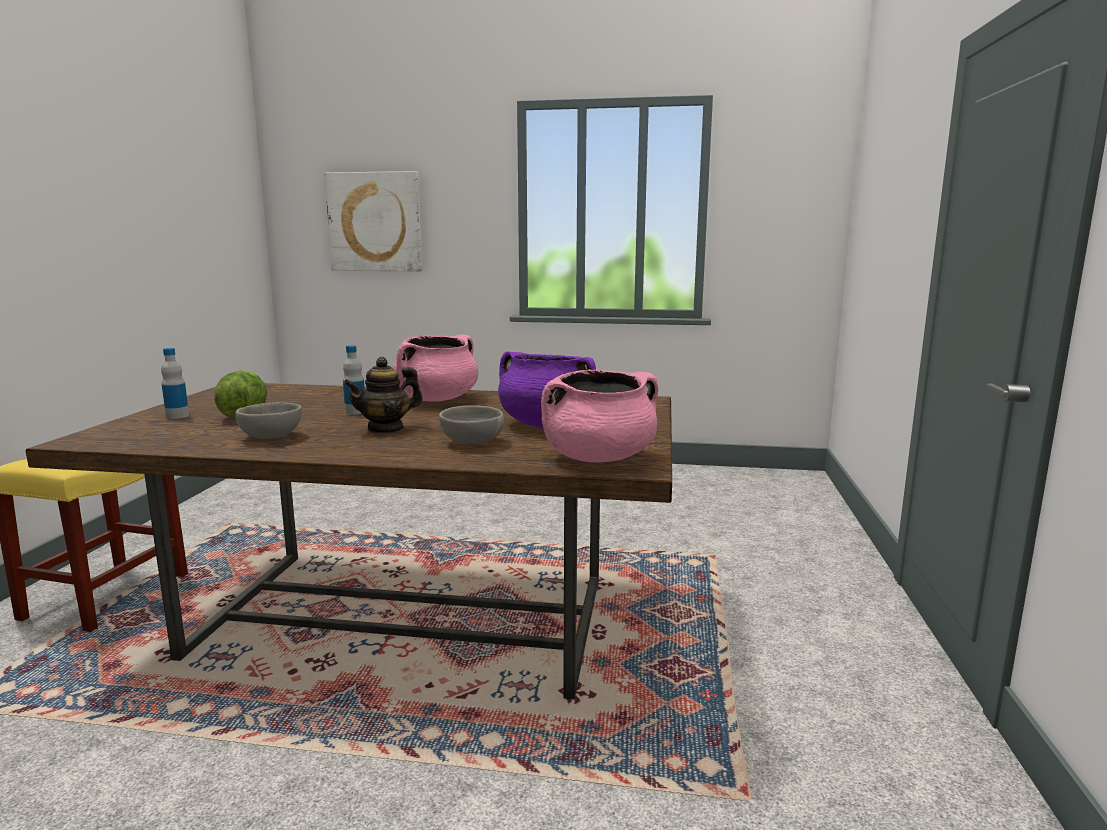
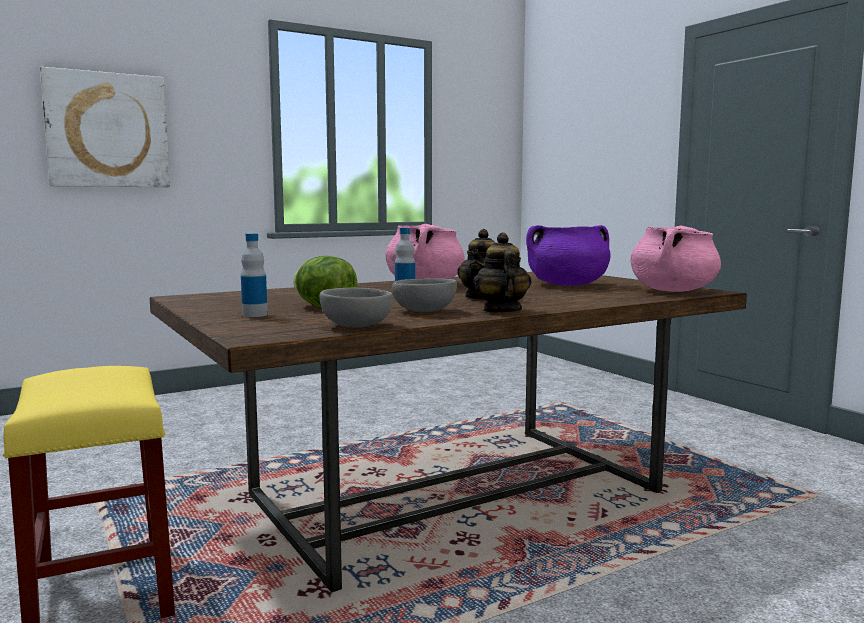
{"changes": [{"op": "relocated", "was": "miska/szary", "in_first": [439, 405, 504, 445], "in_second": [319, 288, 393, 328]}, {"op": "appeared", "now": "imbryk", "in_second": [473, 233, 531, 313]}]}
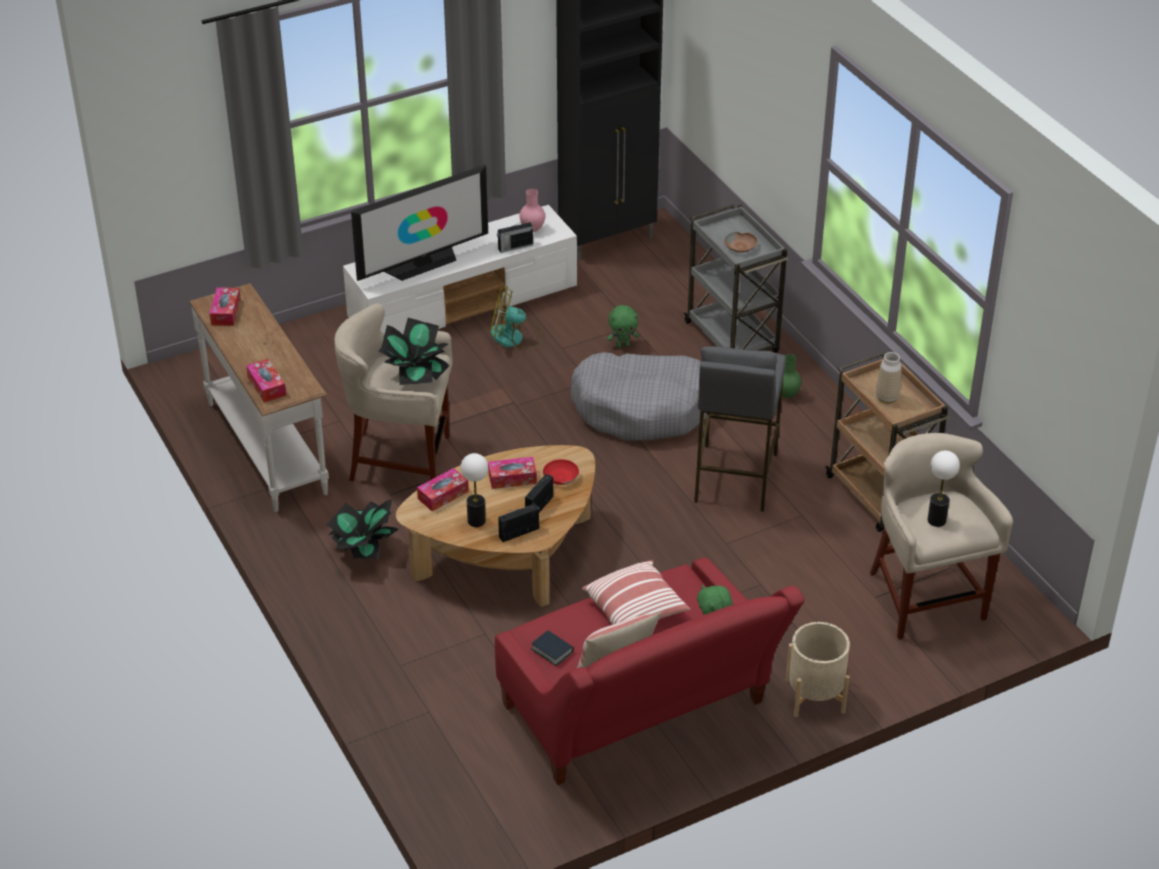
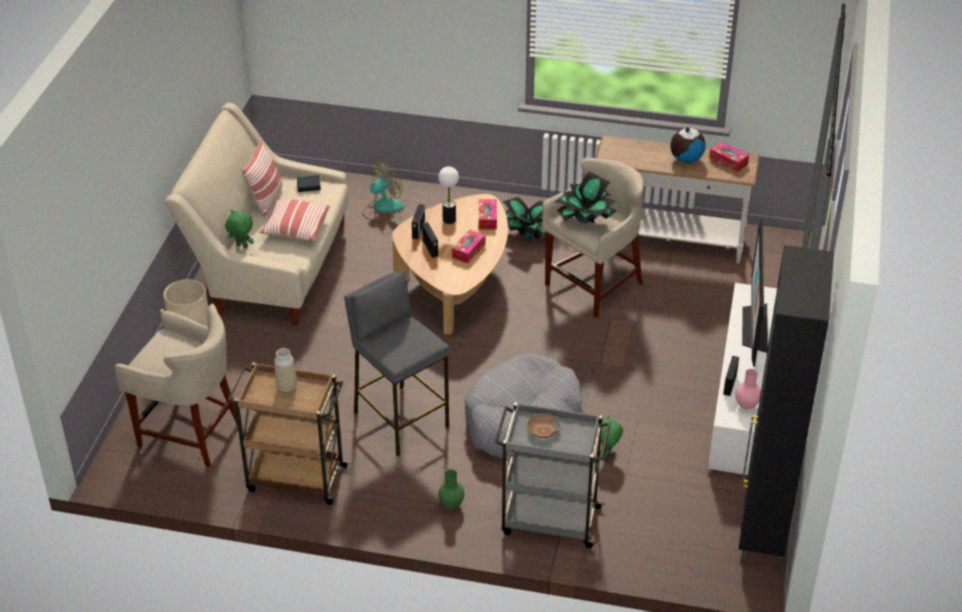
{"changes": [{"op": "colour", "was": "kanapa/czerwony", "now": "kanapa/beżowy", "in_first": [495, 557, 805, 785], "in_second": [164, 103, 349, 325]}, {"op": "relocated", "was": "wentylator", "in_first": [490, 286, 542, 349], "in_second": [362, 162, 405, 224]}, {"op": "appeared", "now": "globus", "in_second": [670, 127, 706, 163]}, {"op": "missing", "was": "pudełko chusteczek", "in_first": [246, 359, 286, 403]}, {"op": "missing", "was": "miska/czerwony", "in_first": [543, 459, 579, 485]}, {"op": "missing", "was": "lampa stołowa", "in_first": [927, 451, 960, 527]}]}
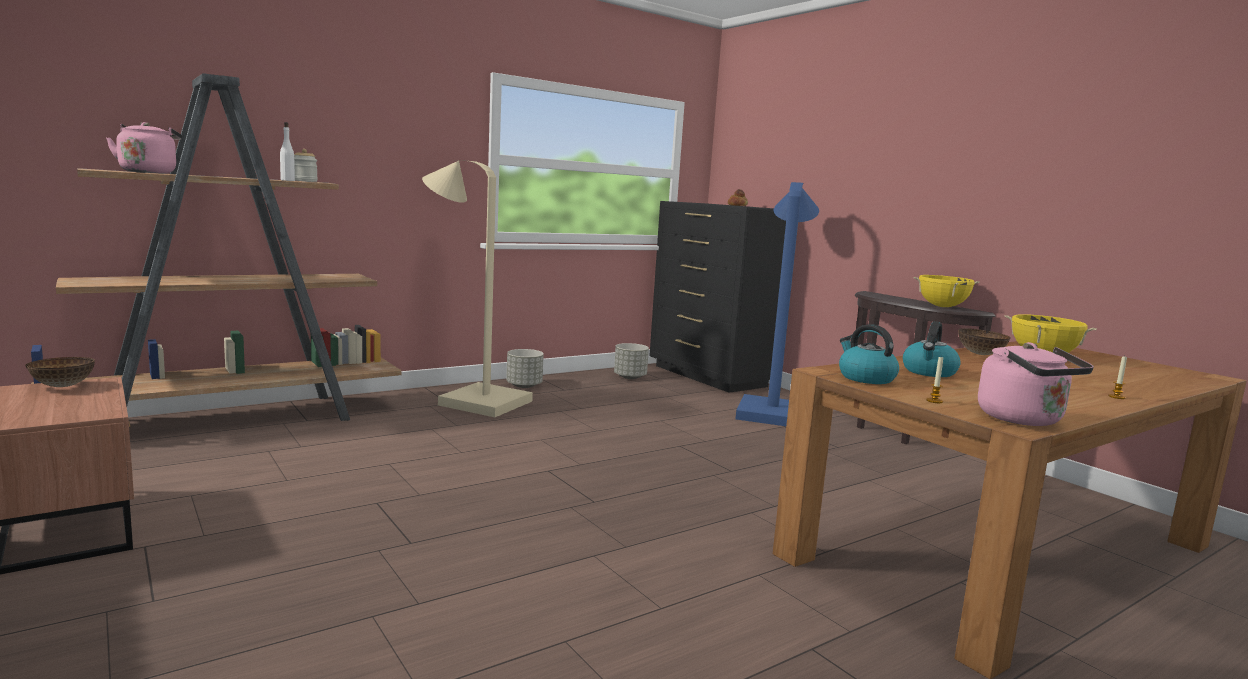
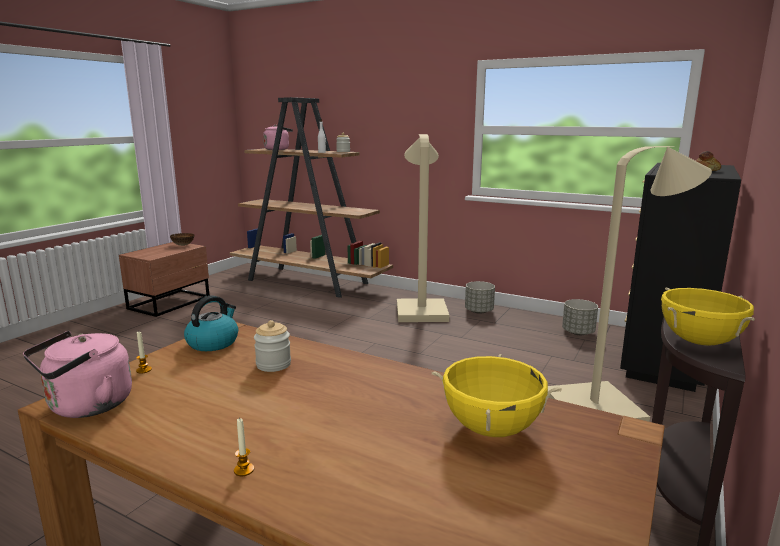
{"changes": [{"op": "exchanged", "was": "czajnik", "now": "słoik", "in_first": [903, 321, 961, 377], "in_second": [254, 320, 291, 372]}, {"op": "colour", "was": "lampa stojąca/niebieski", "now": "lampa stojąca/beżowy", "in_first": [736, 182, 819, 426], "in_second": [548, 146, 712, 422]}, {"op": "missing", "was": "miska", "in_first": [958, 328, 1011, 355]}]}
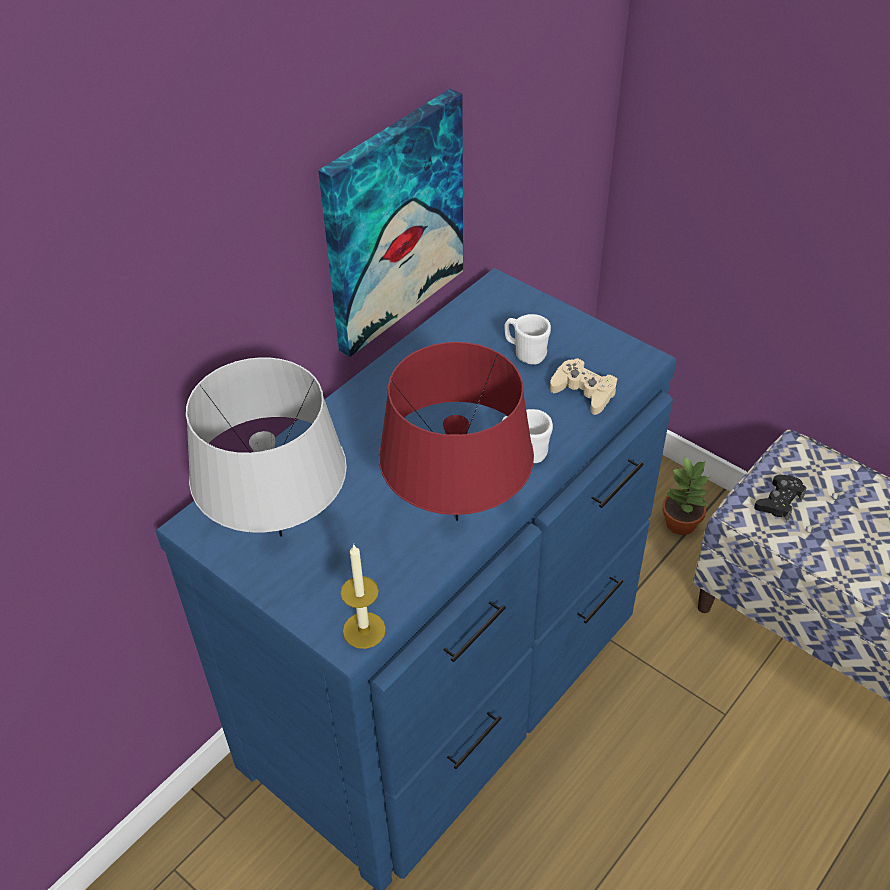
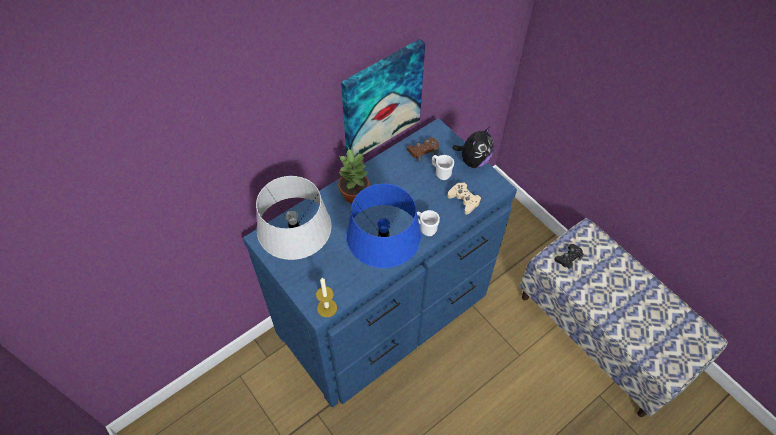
{"changes": [{"op": "relocated", "was": "roślina doniczkowa", "in_first": [662, 456, 709, 535], "in_second": [338, 148, 369, 203]}, {"op": "colour", "was": "lampa stołowa/czerwony", "now": "lampa stołowa/niebieski", "in_first": [379, 342, 534, 521], "in_second": [346, 184, 421, 268]}, {"op": "appeared", "now": "pad do gier/brązowy", "in_second": [407, 137, 439, 162]}, {"op": "appeared", "now": "pluszak", "in_second": [453, 126, 494, 168]}]}
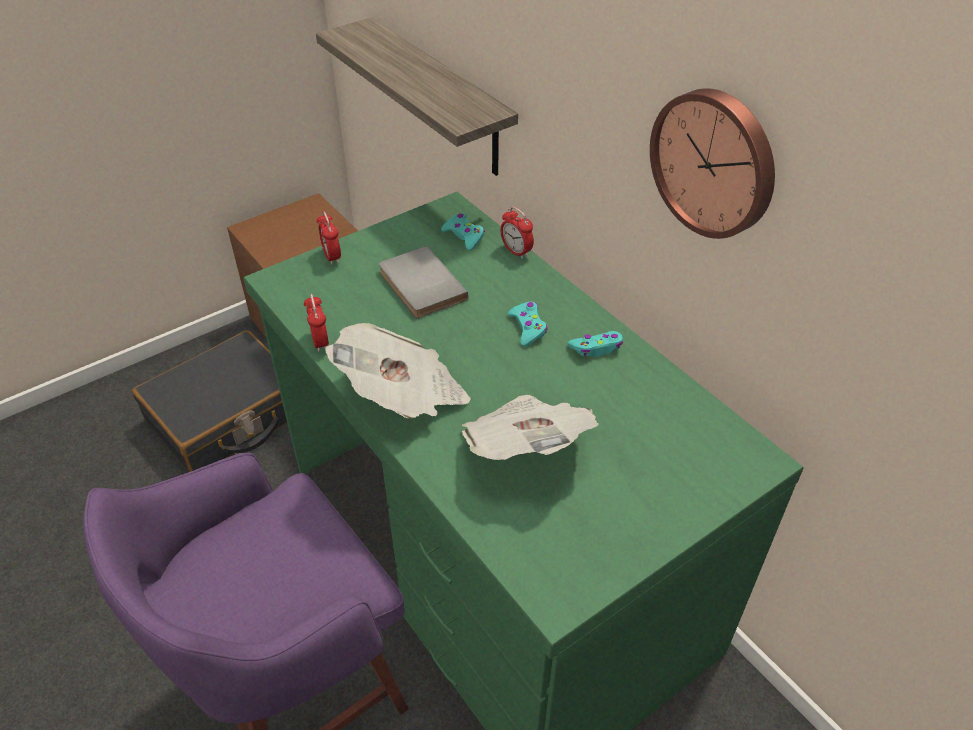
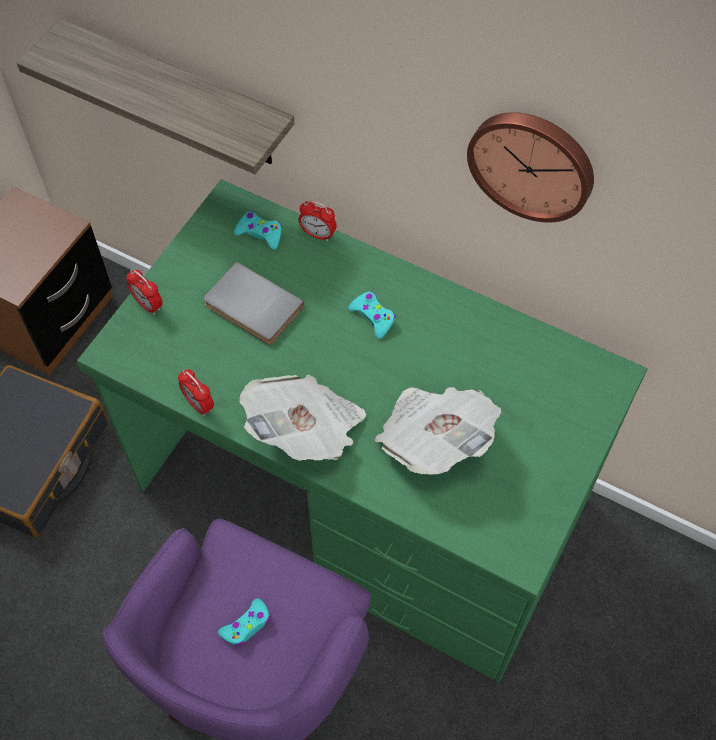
{"changes": [{"op": "relocated", "was": "pad do gier/turkusowy", "in_first": [567, 331, 623, 357], "in_second": [218, 598, 270, 646]}]}
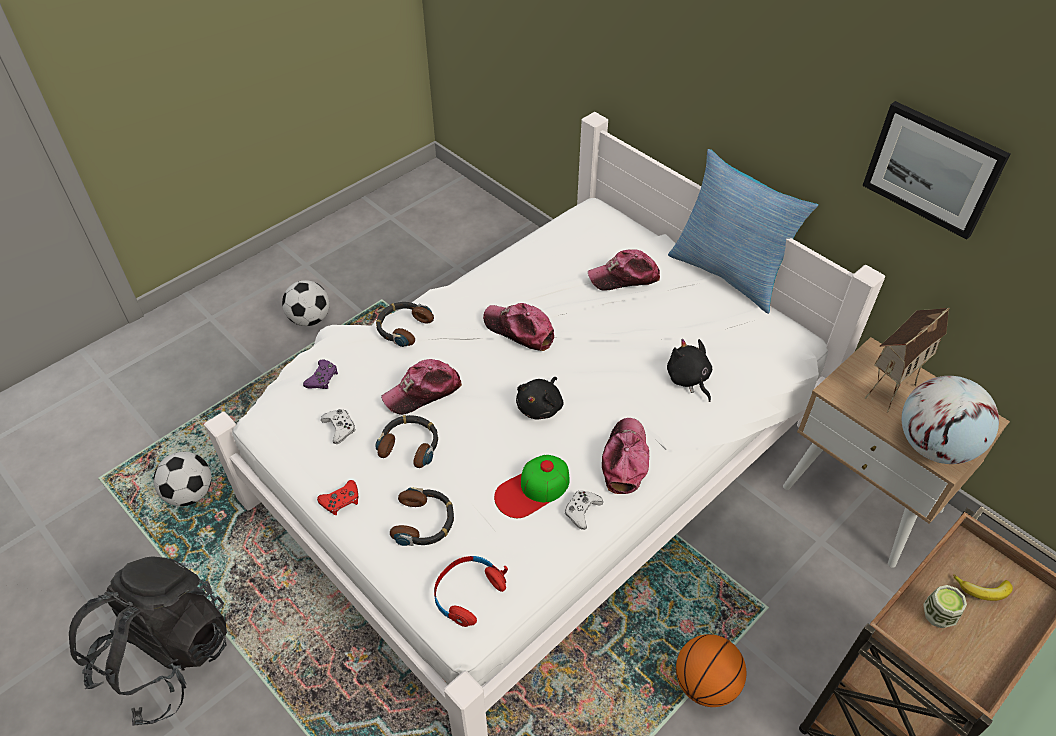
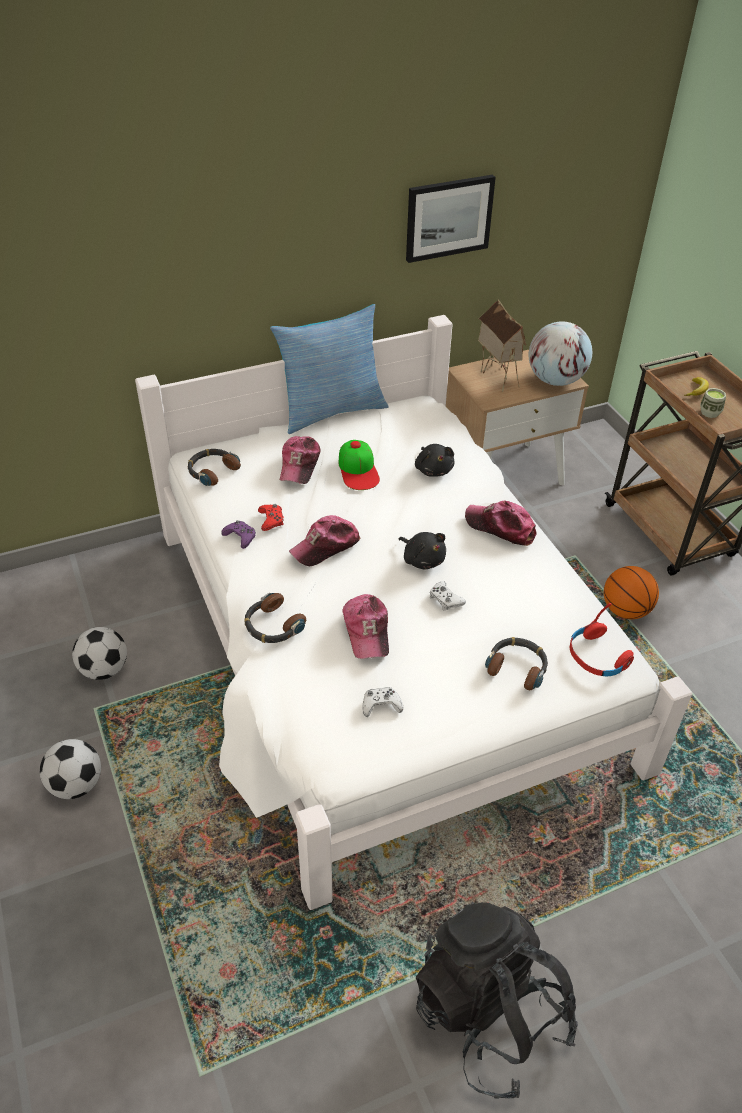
{"changes": [{"op": "relocated", "was": "piłka futbolowa", "in_first": [153, 452, 212, 506], "in_second": [72, 627, 127, 680]}, {"op": "relocated", "was": "słuchawki", "in_first": [375, 415, 438, 468], "in_second": [187, 449, 241, 486]}, {"op": "relocated", "was": "pad do gier/fioletowy", "in_first": [303, 359, 338, 389], "in_second": [221, 520, 256, 549]}, {"op": "relocated", "was": "pad do gier/czerwony", "in_first": [317, 480, 358, 515], "in_second": [258, 504, 284, 531]}, {"op": "relocated", "was": "czapka z daszkiem", "in_first": [494, 455, 570, 518], "in_second": [339, 440, 380, 490]}, {"op": "spun", "was": "pluszak/czarny", "in_first": [667, 339, 712, 402], "in_second": [415, 444, 454, 477], "clockwise": -105}, {"op": "relocated", "was": "pad do gier/biały", "in_first": [565, 490, 603, 530], "in_second": [430, 581, 466, 610]}]}
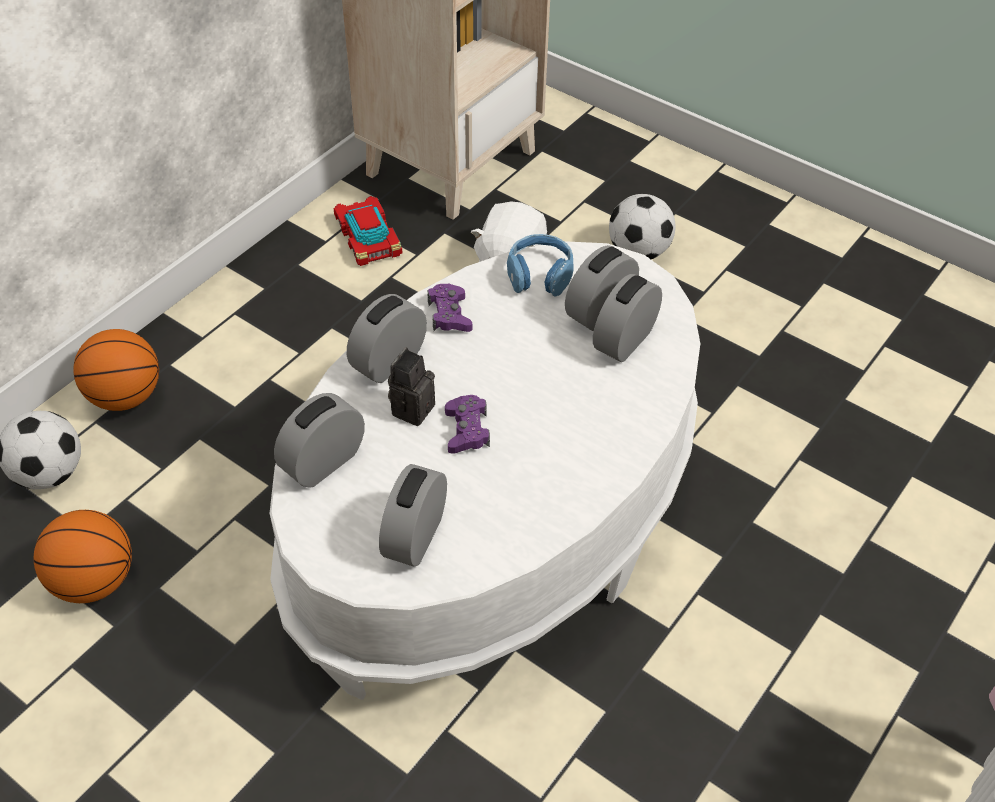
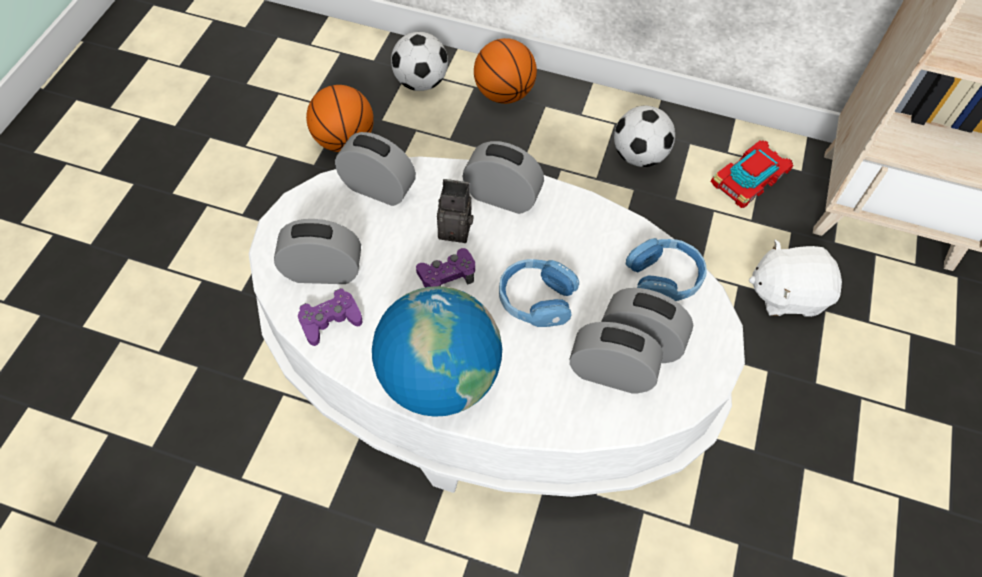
{"changes": [{"op": "relocated", "was": "pad do gier/fioletowy", "in_first": [428, 284, 472, 332], "in_second": [298, 288, 362, 346]}, {"op": "appeared", "now": "globus", "in_second": [372, 286, 502, 417]}, {"op": "appeared", "now": "słuchawki/niebieski", "in_second": [499, 259, 579, 327]}, {"op": "relocated", "was": "piłka futbolowa", "in_first": [609, 194, 676, 259], "in_second": [614, 105, 675, 167]}]}
